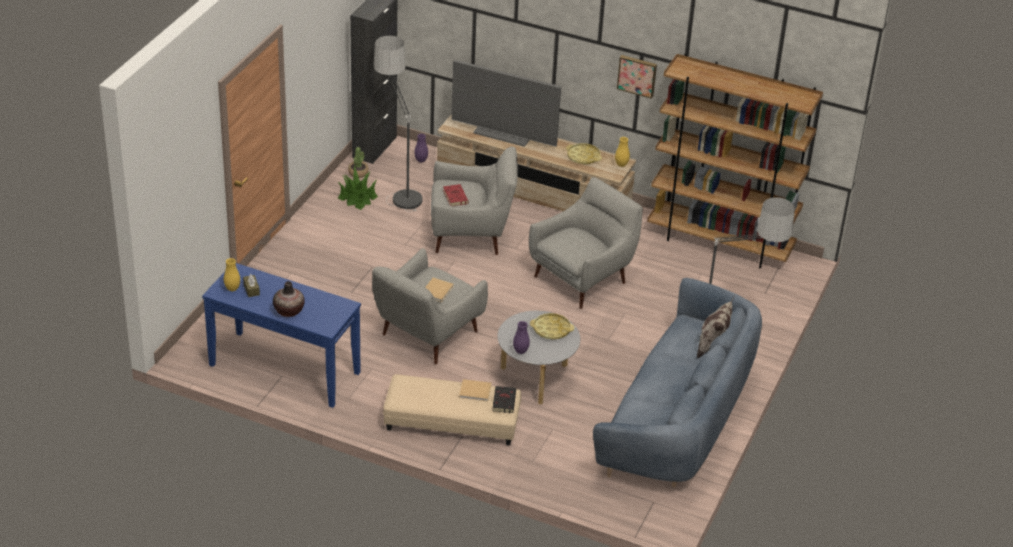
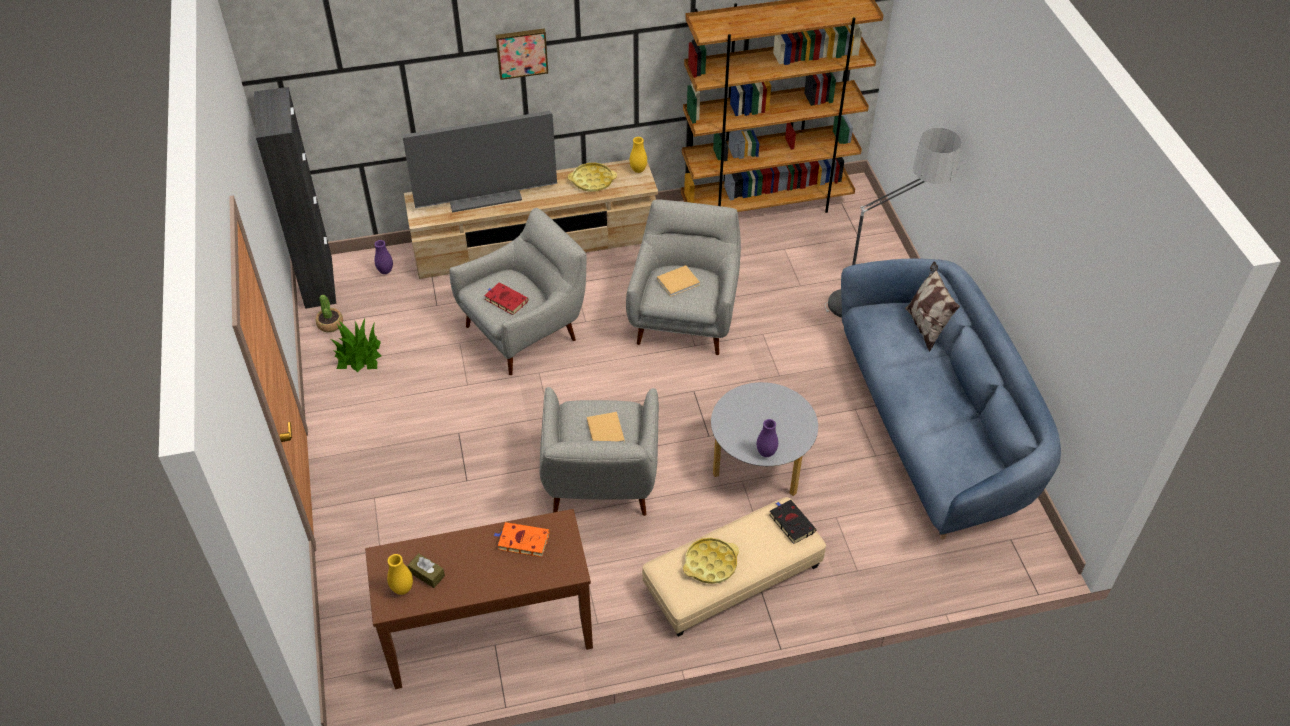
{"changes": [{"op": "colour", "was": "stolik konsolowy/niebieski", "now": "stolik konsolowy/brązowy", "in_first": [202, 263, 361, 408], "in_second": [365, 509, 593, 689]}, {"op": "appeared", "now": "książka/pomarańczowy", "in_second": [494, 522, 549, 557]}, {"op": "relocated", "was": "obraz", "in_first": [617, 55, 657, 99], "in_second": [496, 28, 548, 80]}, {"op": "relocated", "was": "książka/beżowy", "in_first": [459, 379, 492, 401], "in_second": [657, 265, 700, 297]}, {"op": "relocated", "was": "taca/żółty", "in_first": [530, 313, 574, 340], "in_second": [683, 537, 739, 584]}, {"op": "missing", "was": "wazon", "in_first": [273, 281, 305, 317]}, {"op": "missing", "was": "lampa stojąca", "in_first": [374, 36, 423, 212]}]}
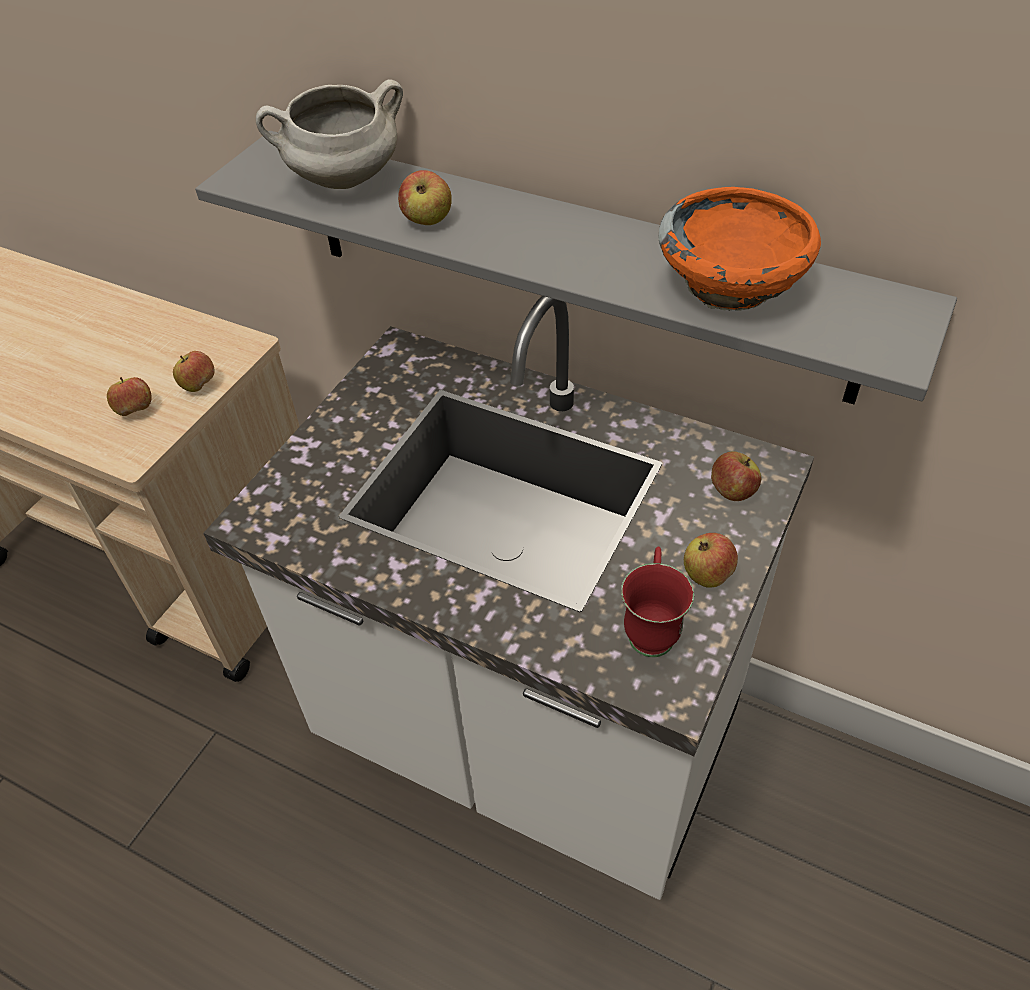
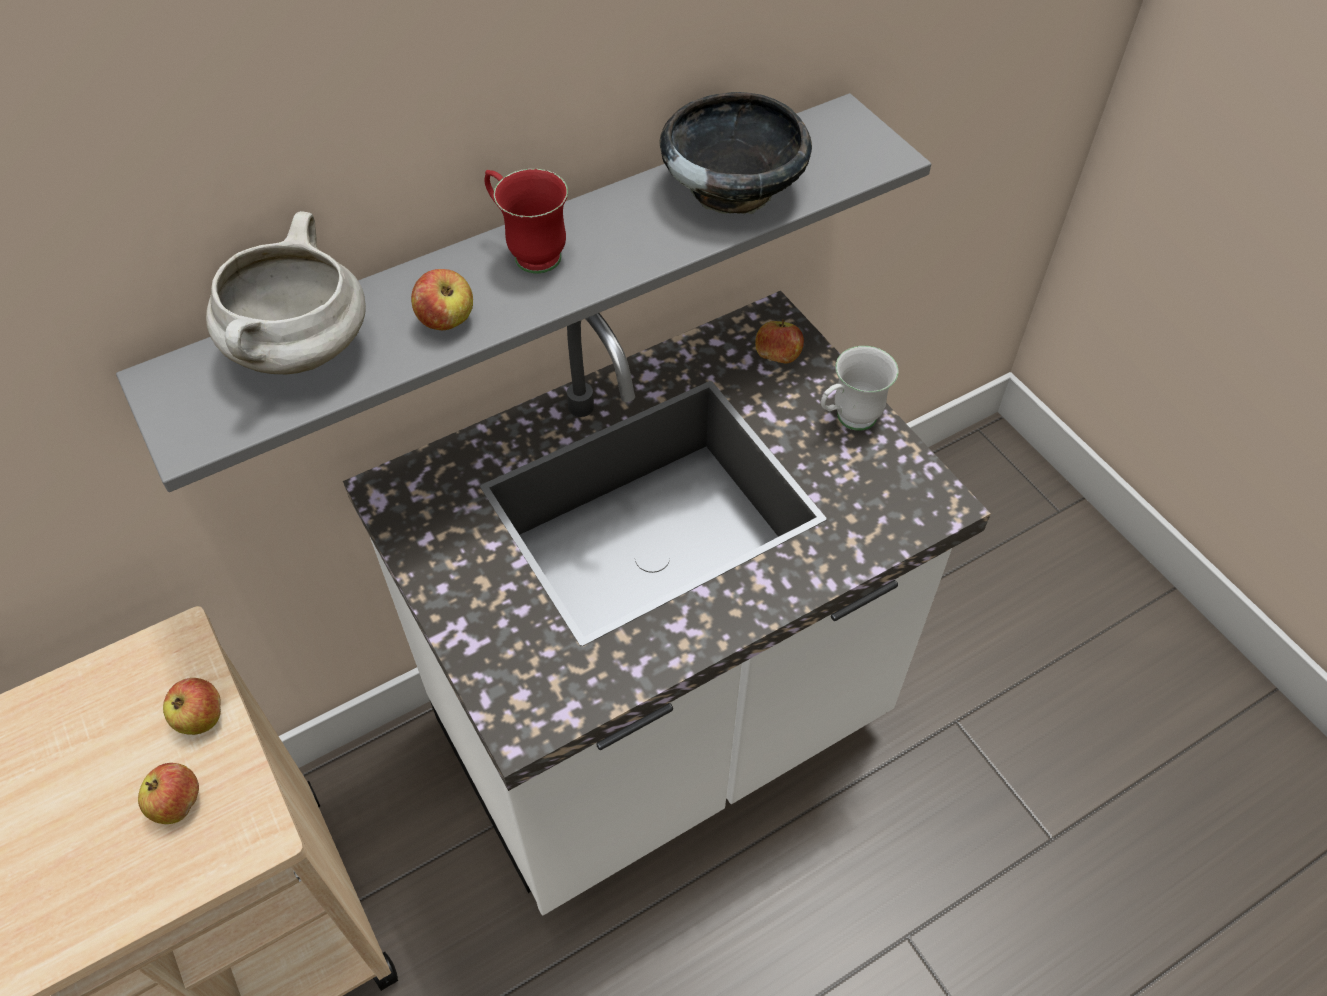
{"changes": [{"op": "relocated", "was": "kubek/czerwony", "in_first": [621, 546, 694, 657], "in_second": [484, 169, 568, 274]}, {"op": "colour", "was": "miska/pomarańczowy", "now": "miska/czarny", "in_first": [658, 187, 821, 311], "in_second": [660, 92, 812, 214]}, {"op": "exchanged", "was": "jabłko", "now": "kubek/biały", "in_first": [684, 533, 738, 588], "in_second": [821, 346, 898, 431]}]}
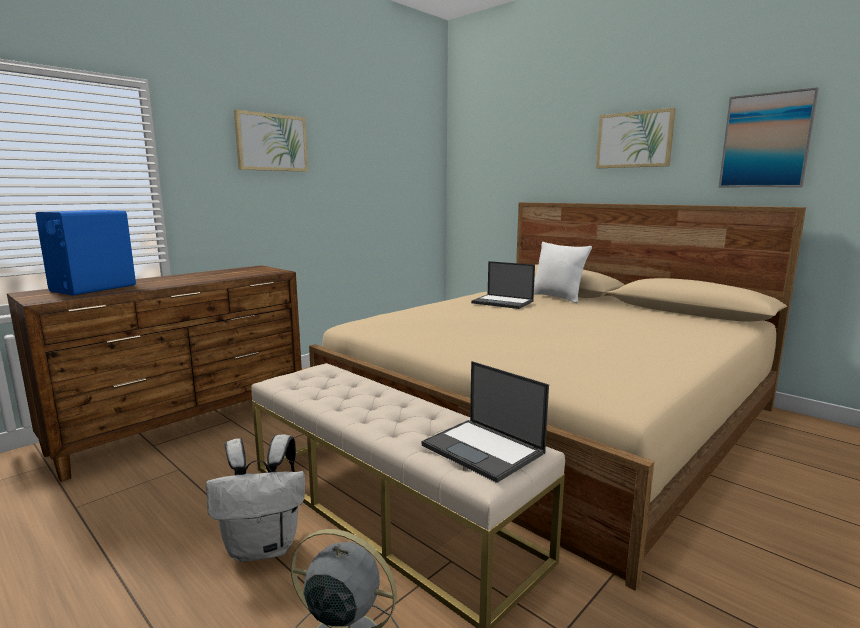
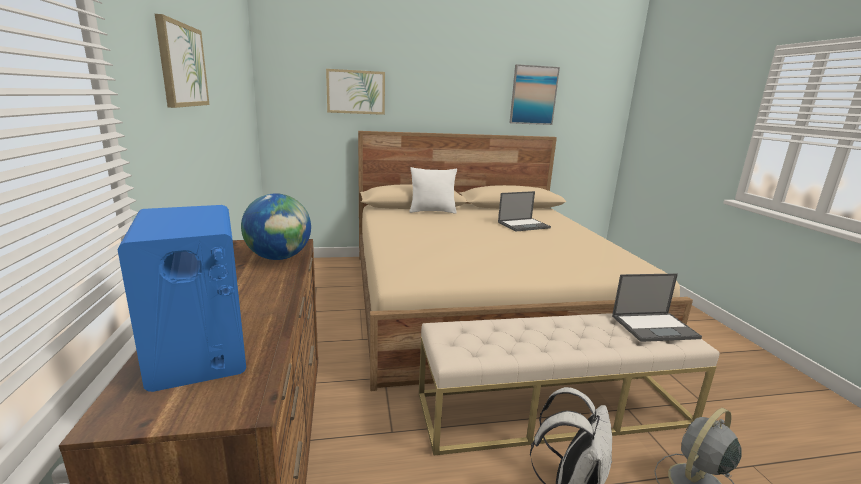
{"changes": [{"op": "appeared", "now": "globus", "in_second": [241, 193, 311, 260]}, {"op": "relocated", "was": "obraz", "in_first": [596, 108, 676, 168], "in_second": [326, 69, 385, 115]}, {"op": "relocated", "was": "laptop", "in_first": [471, 261, 535, 309], "in_second": [498, 191, 551, 231]}]}
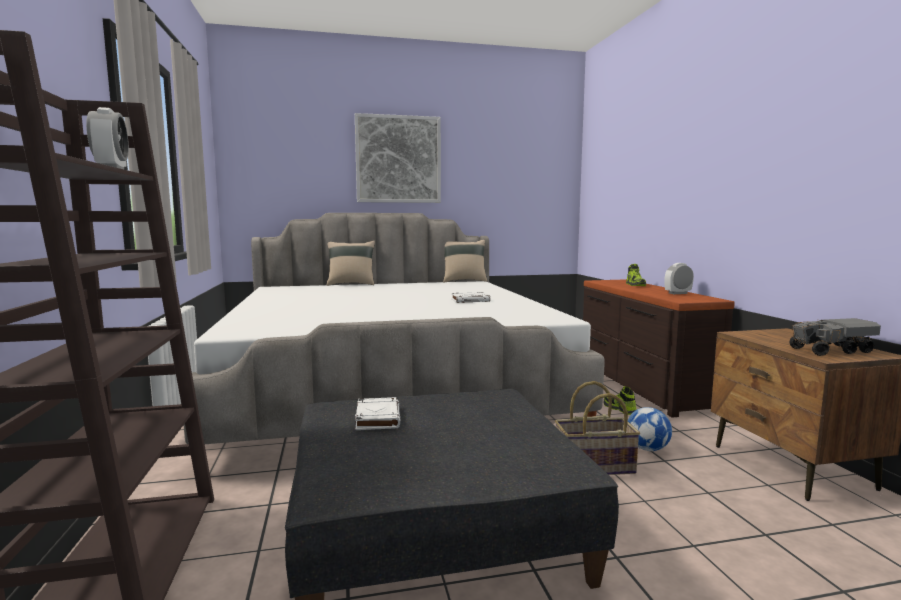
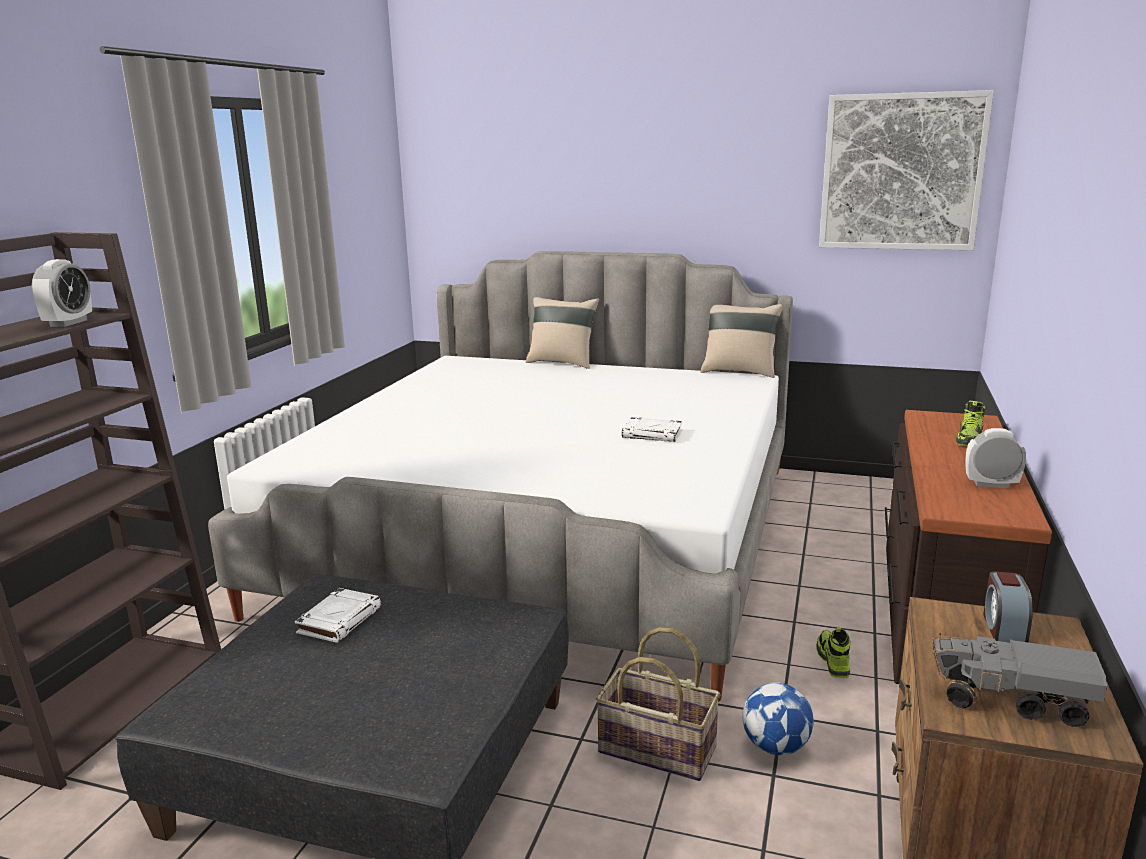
{"changes": [{"op": "relocated", "was": "obraz", "in_first": [355, 113, 441, 203], "in_second": [819, 90, 994, 250]}, {"op": "appeared", "now": "budzik", "in_second": [983, 572, 1033, 643]}]}
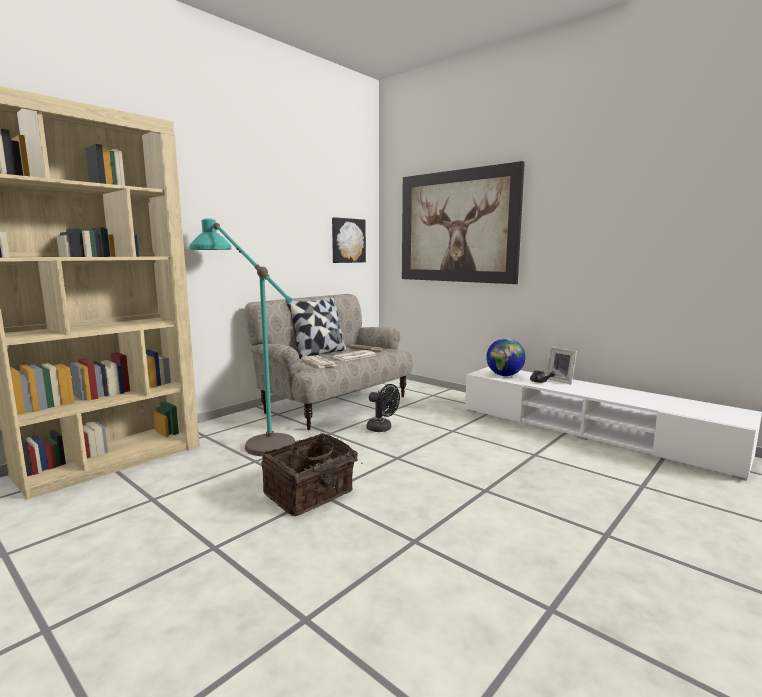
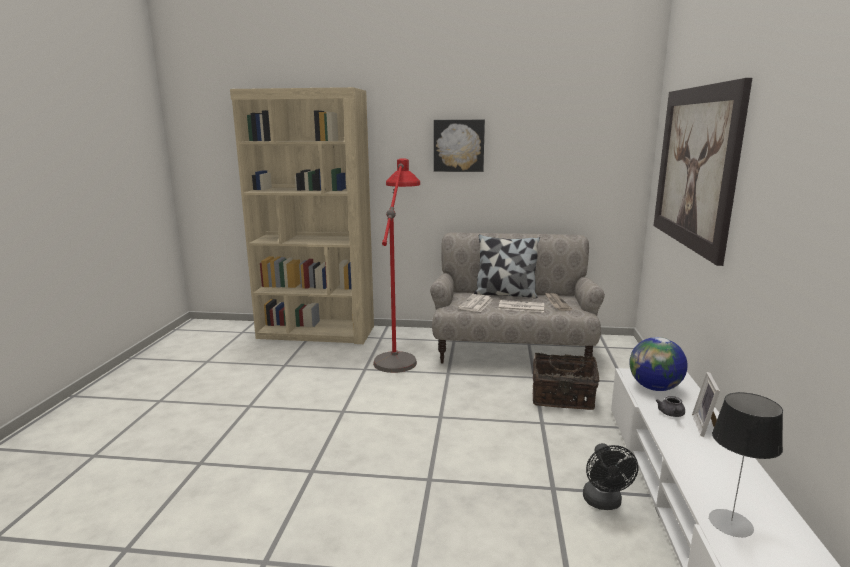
{"changes": [{"op": "colour", "was": "lampa stojąca/turkusowy", "now": "lampa stojąca/czerwony", "in_first": [189, 218, 295, 456], "in_second": [373, 158, 420, 373]}, {"op": "relocated", "was": "obraz", "in_first": [332, 217, 366, 263], "in_second": [434, 120, 485, 172]}, {"op": "relocated", "was": "koszyk", "in_first": [261, 433, 363, 516], "in_second": [533, 352, 599, 410]}, {"op": "relocated", "was": "wentylator/czarny", "in_first": [367, 384, 400, 432], "in_second": [583, 443, 638, 510]}, {"op": "appeared", "now": "lampa stołowa", "in_second": [709, 392, 783, 537]}]}
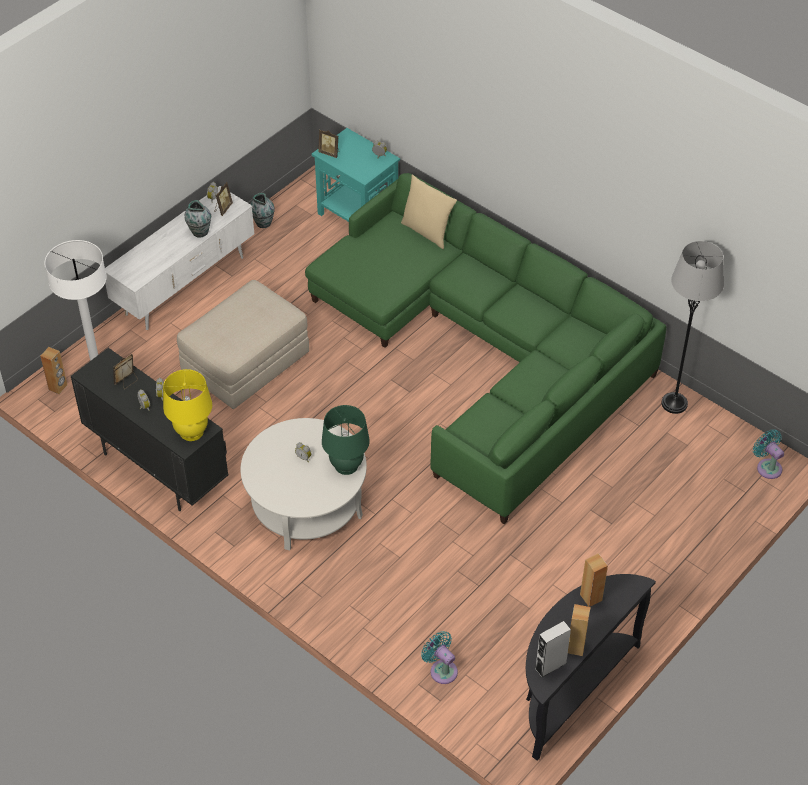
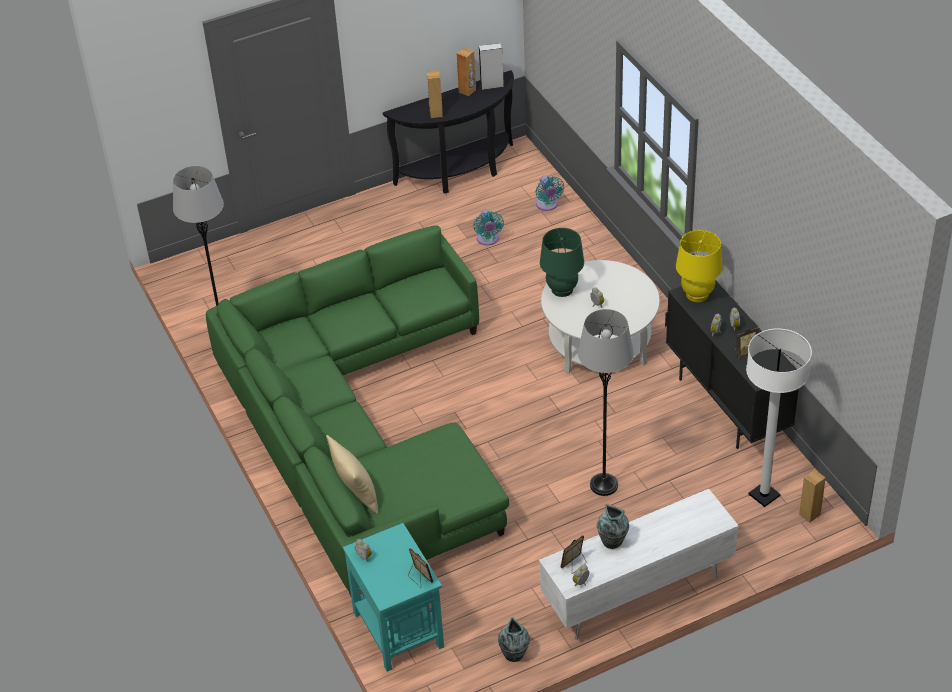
{"changes": [{"op": "relocated", "was": "wentylator/turkusowy", "in_first": [753, 429, 784, 479], "in_second": [473, 210, 504, 245]}, {"op": "exchanged", "was": "pufa/beżowy", "now": "lampa stojąca/szary", "in_first": [177, 280, 309, 409], "in_second": [578, 309, 634, 496]}]}
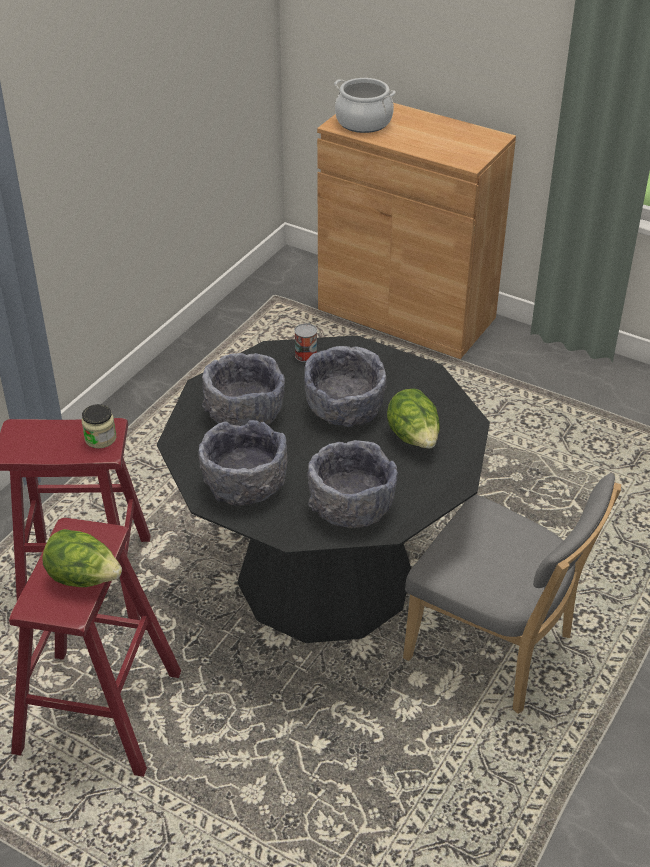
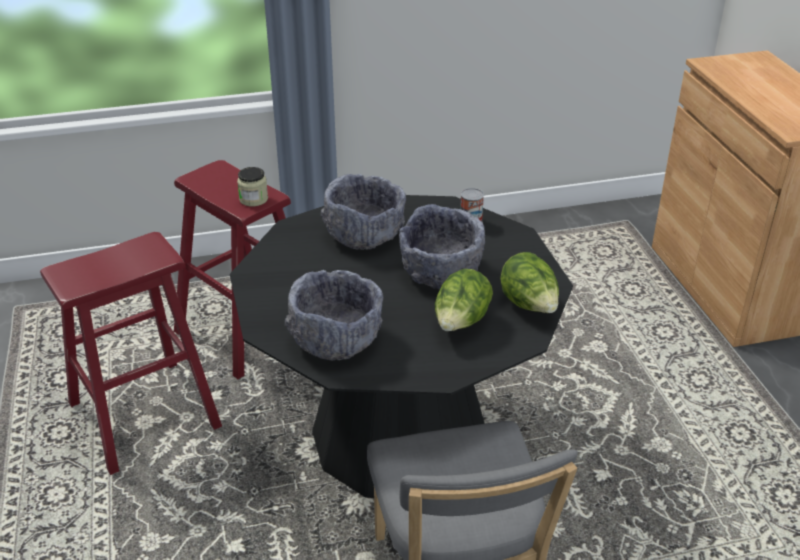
{"changes": [{"op": "relocated", "was": "sałata", "in_first": [42, 529, 122, 587], "in_second": [500, 252, 559, 313]}, {"op": "missing", "was": "miska/szary", "in_first": [198, 420, 288, 506]}, {"op": "missing", "was": "garnek", "in_first": [334, 78, 396, 133]}]}
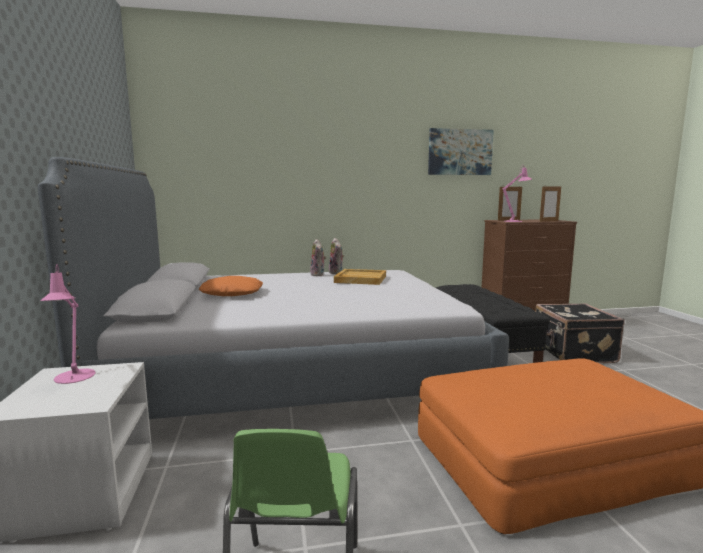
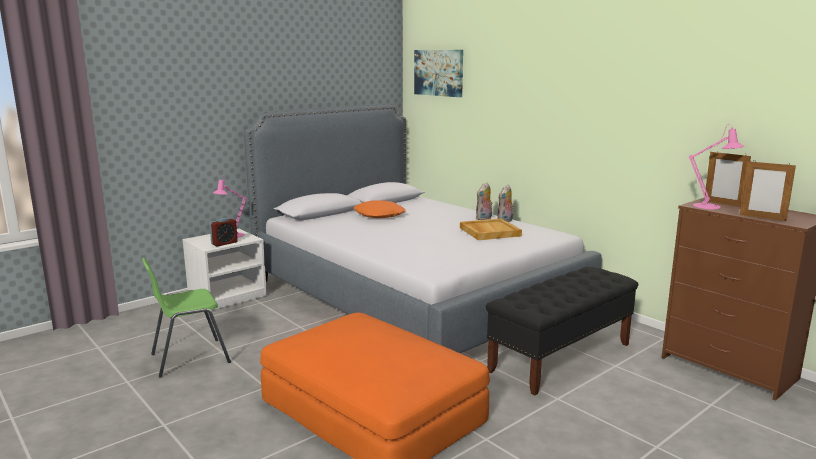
{"changes": [{"op": "appeared", "now": "budzik", "in_second": [209, 218, 238, 247]}, {"op": "relocated", "was": "obraz", "in_first": [428, 128, 494, 175], "in_second": [414, 50, 463, 97]}, {"op": "missing", "was": "walizka/czarny", "in_first": [535, 303, 625, 363]}]}
